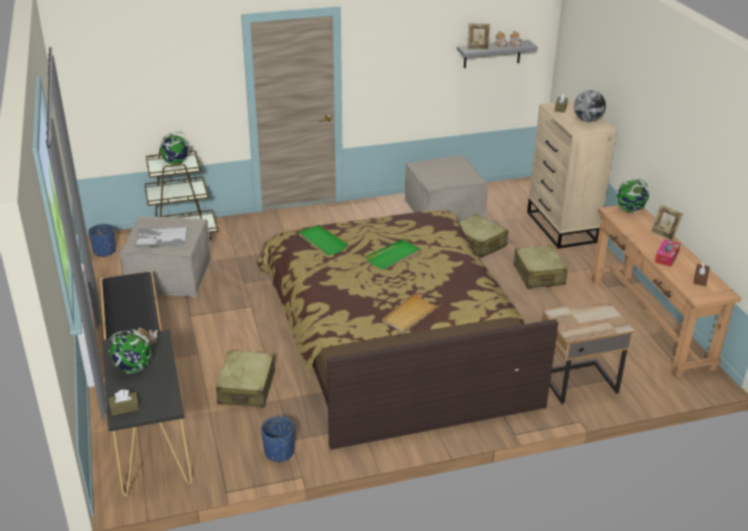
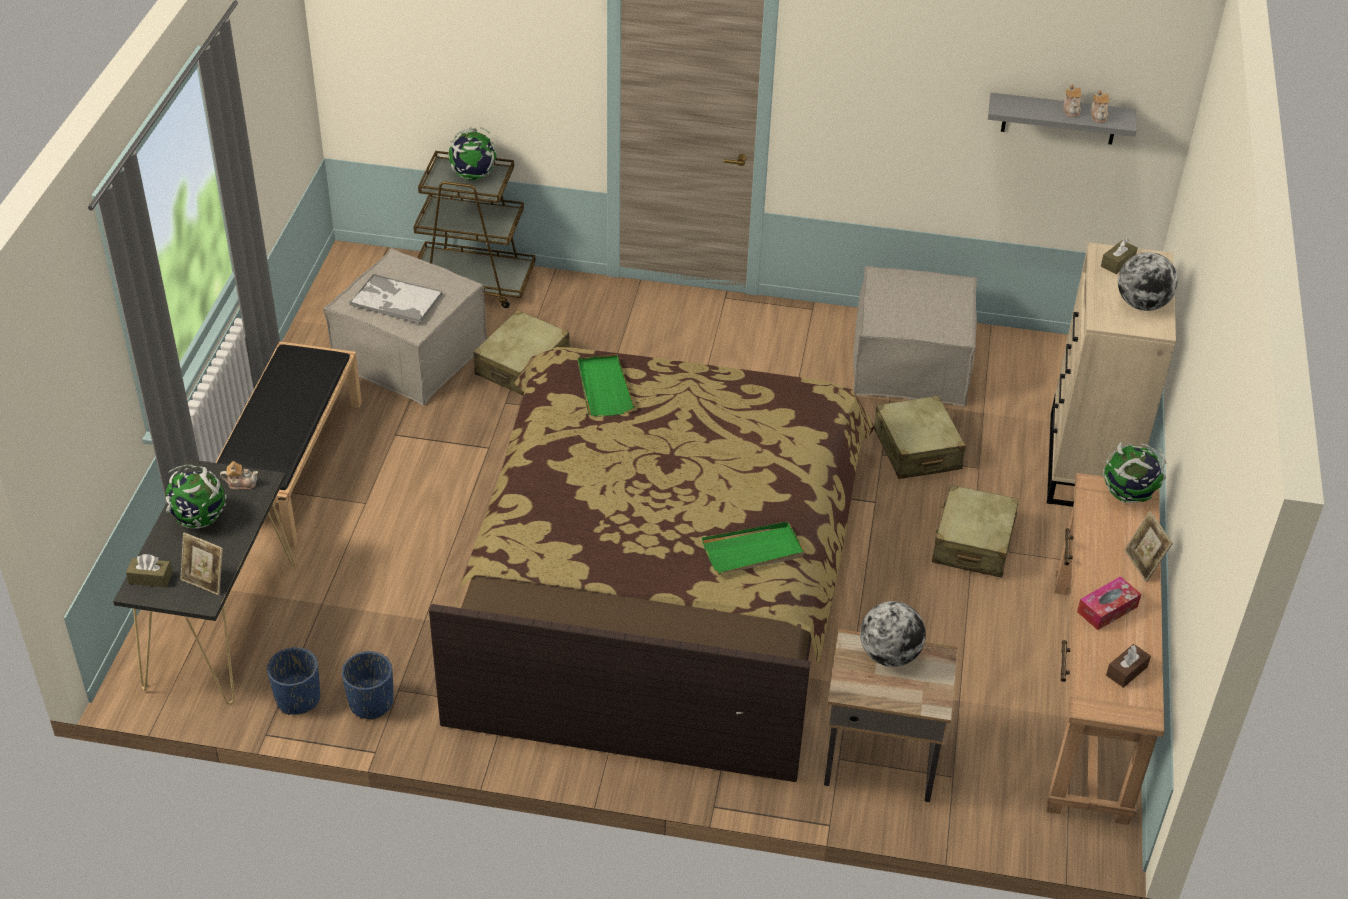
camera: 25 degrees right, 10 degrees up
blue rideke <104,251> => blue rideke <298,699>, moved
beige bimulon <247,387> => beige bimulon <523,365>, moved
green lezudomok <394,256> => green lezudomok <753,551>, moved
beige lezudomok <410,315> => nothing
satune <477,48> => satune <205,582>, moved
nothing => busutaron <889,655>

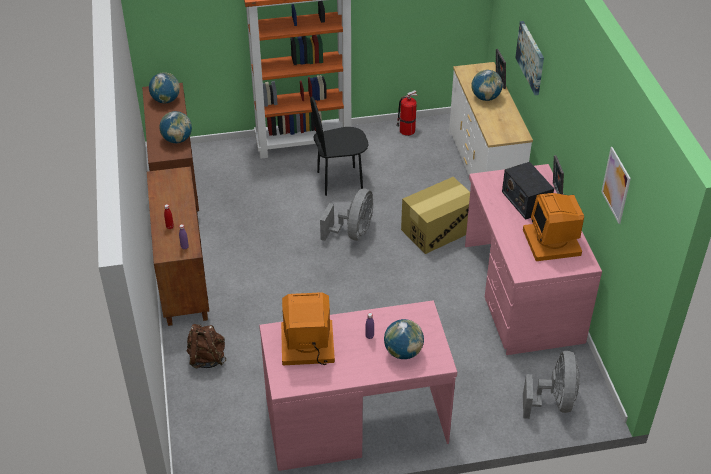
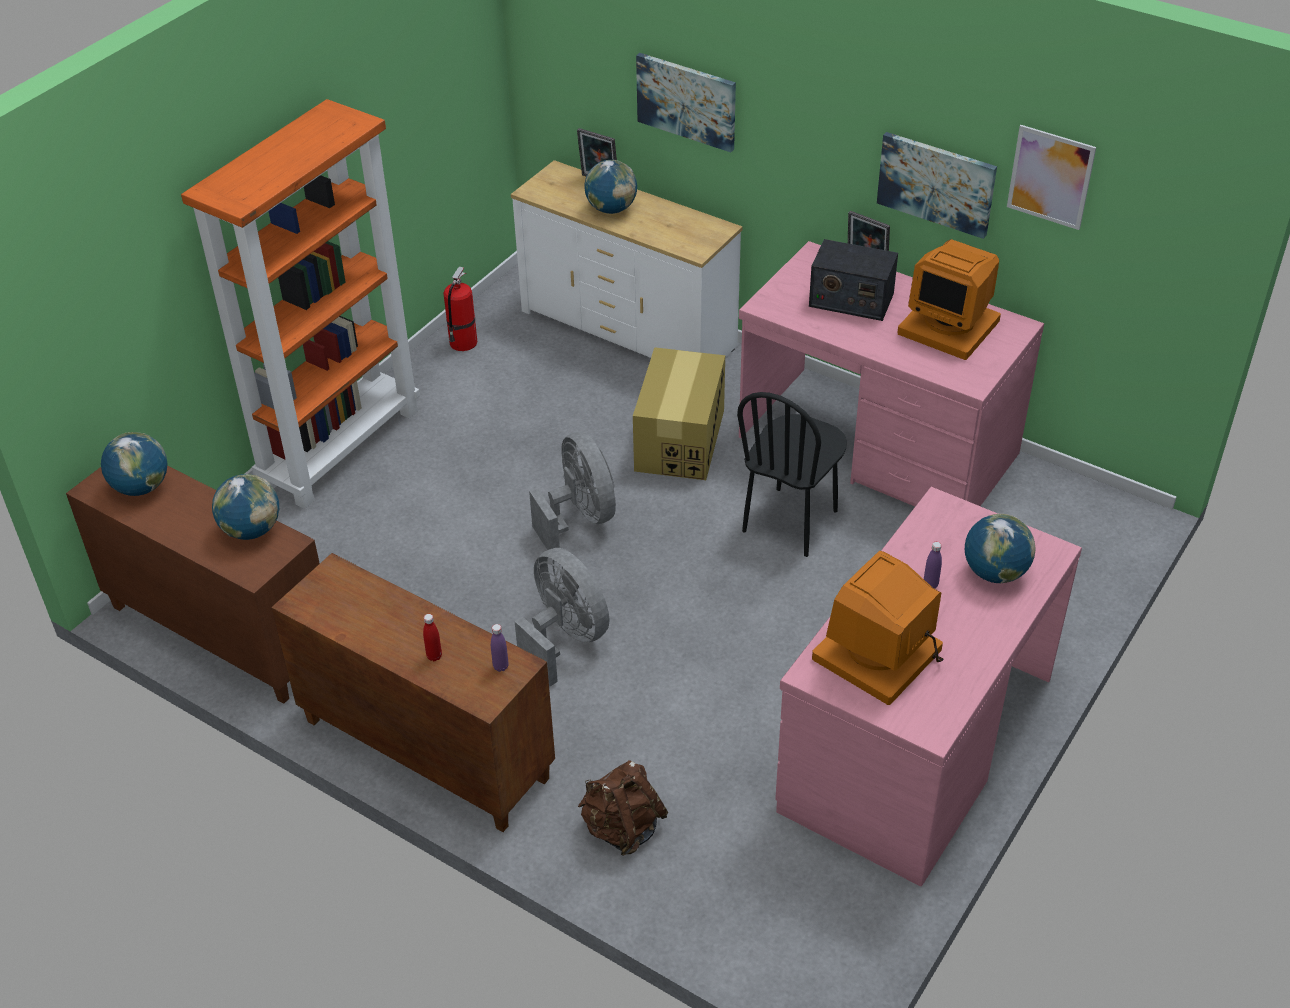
camera: 45 degrees left, 0 degrees up
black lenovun <339,180> => black lenovun <790,521>, moved
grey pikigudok <553,401> => grey pikigudok <565,638>, moved
nothing => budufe <936,183>

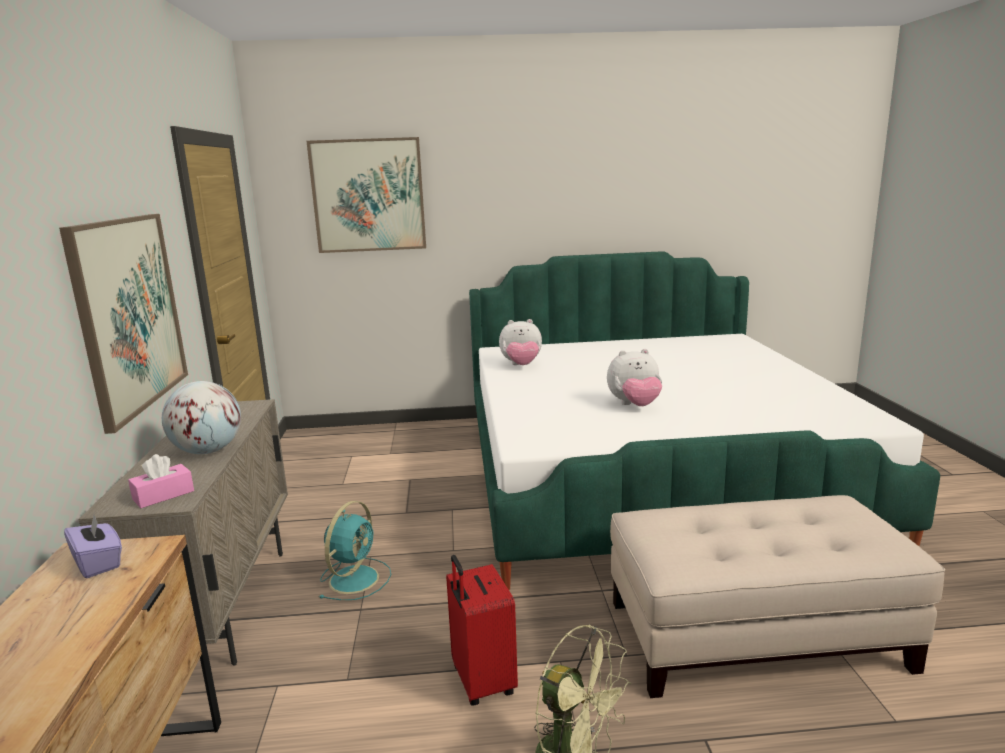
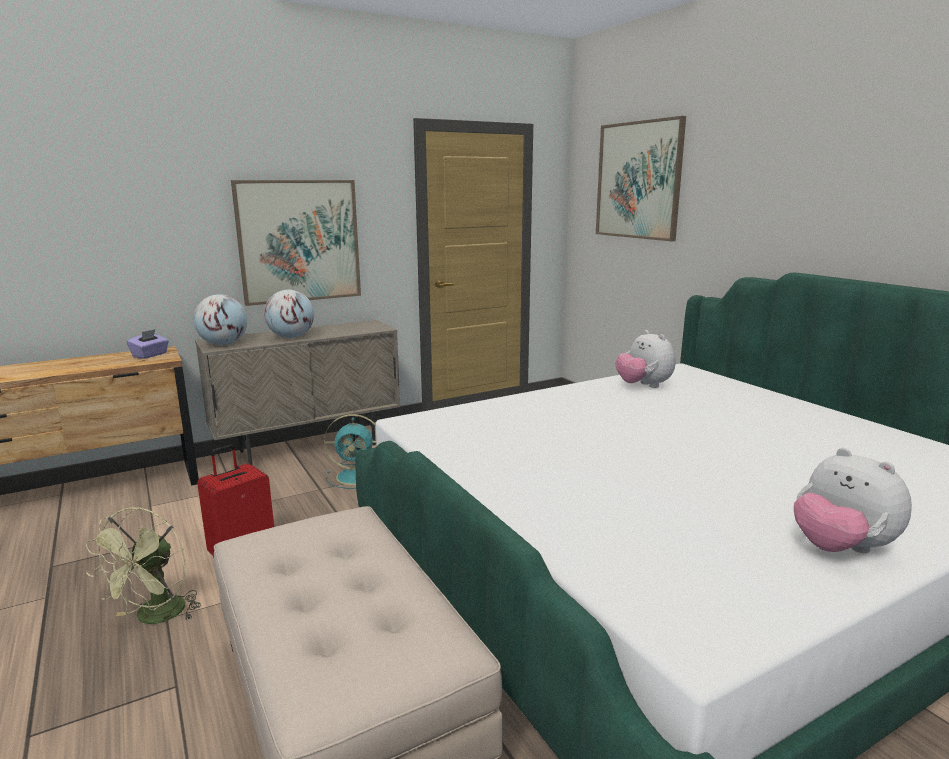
camera: 65 degrees right, 0 degrees up
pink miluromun <163,495> => busutaron <223,344>
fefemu <634,405> => fefemu <841,548>, moved

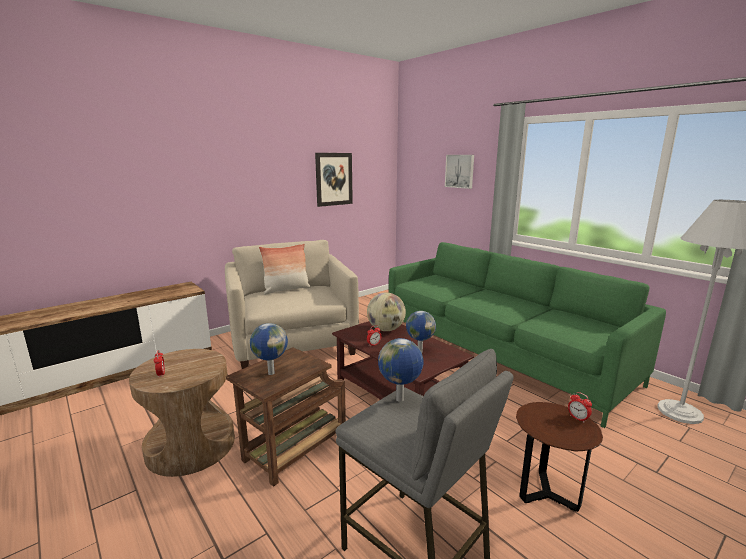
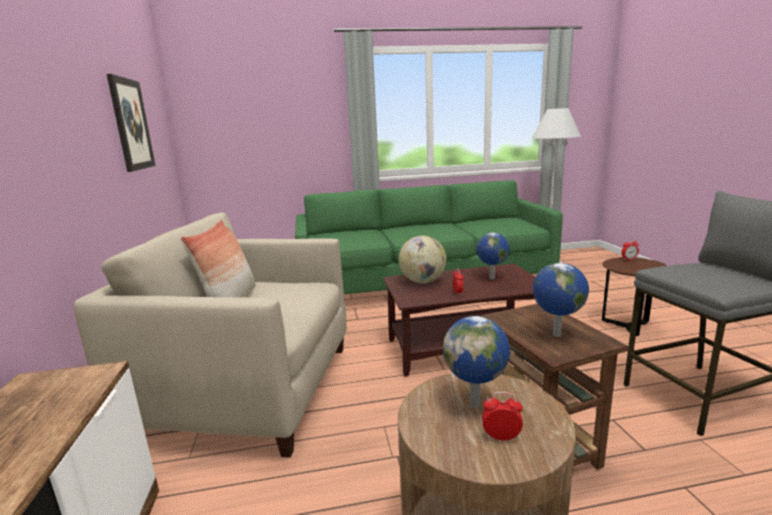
camera: 60 degrees left, 0 degrees up
busutaron <400,400> => busutaron <476,403>, moved
budufe <460,171> => nothing

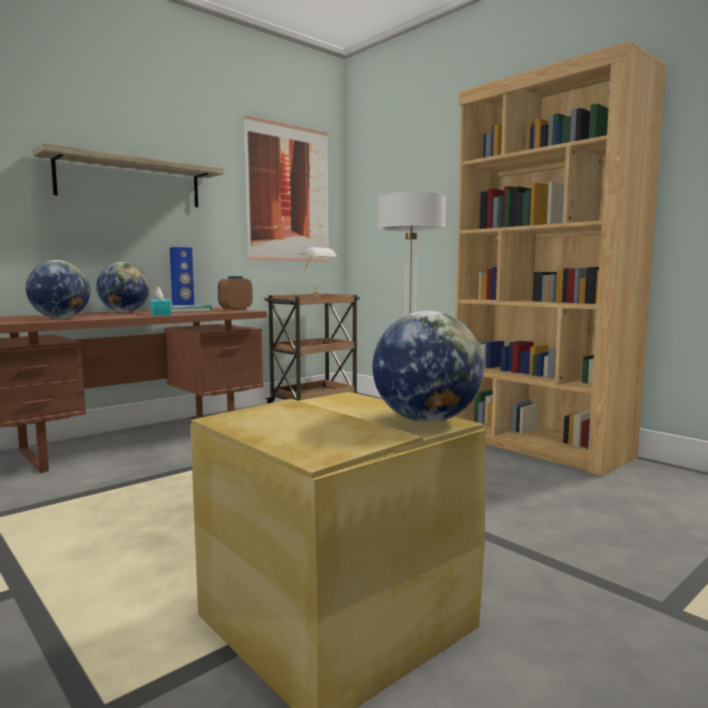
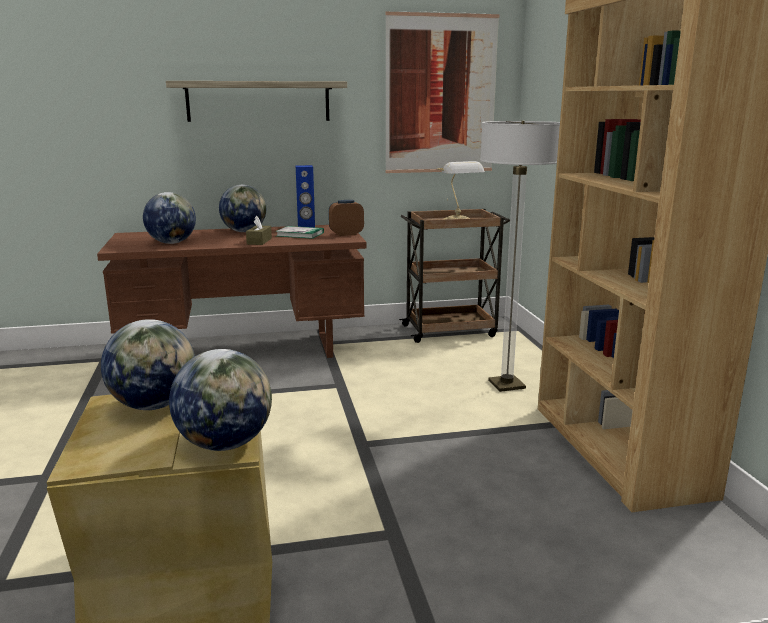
camera: 30 degrees right, 10 degrees up
turquoise miluromun <161,314> => brown miluromun <259,241>
nothing => busutaron <154,405>

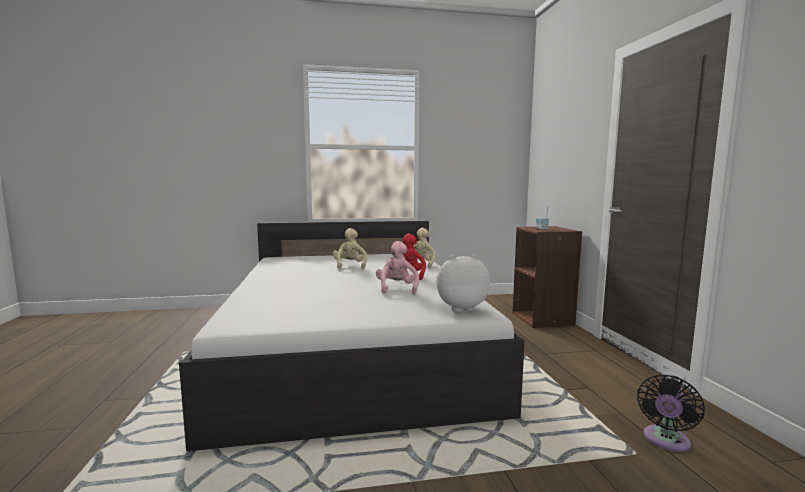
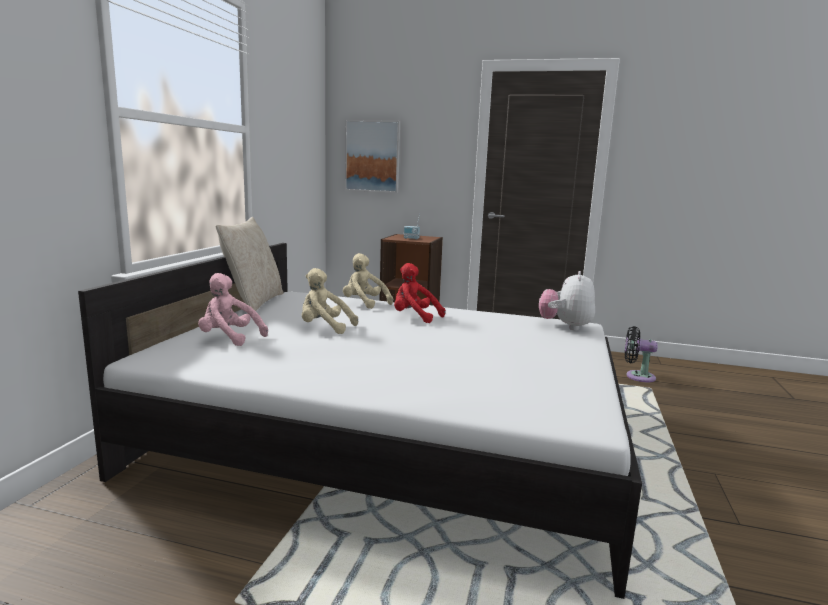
camera: 65 degrees left, 5 degrees up
pink fefemu <397,289> => pink fefemu <229,338>, moved
black pikigudok <665,441> => black pikigudok <637,376>, 135 degrees clockwise
nothing => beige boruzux <253,303>
nothing => budufe <372,156>

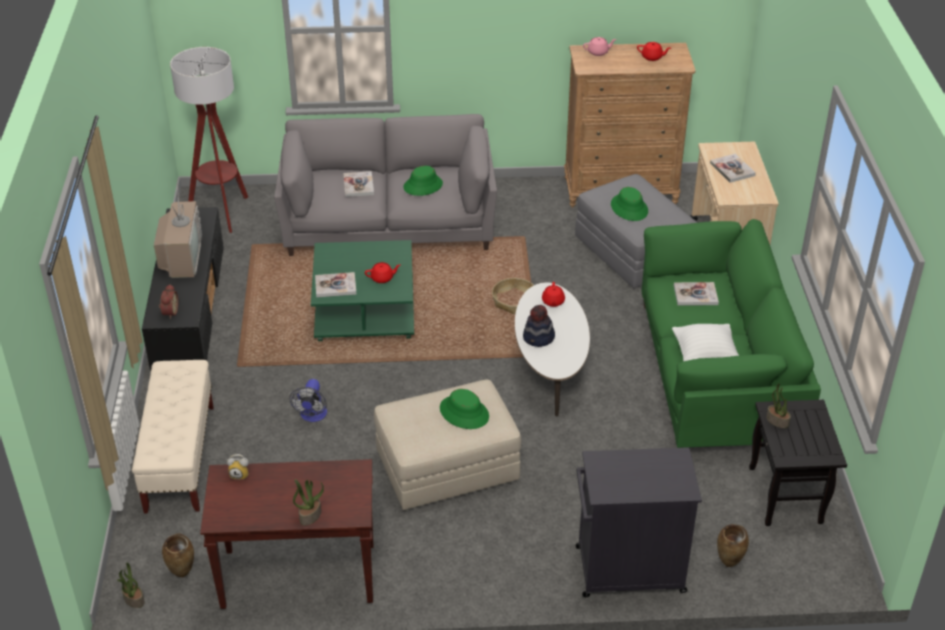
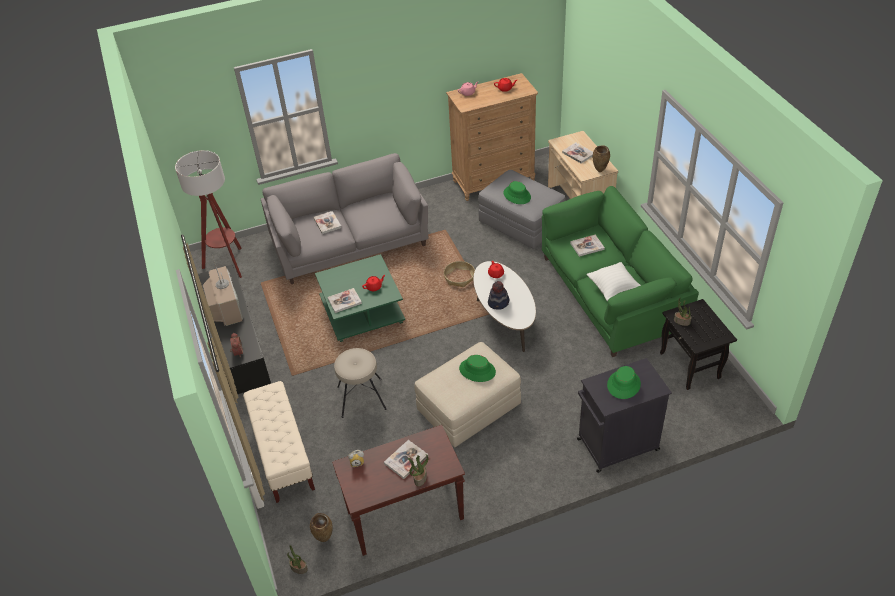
camera: 15 degrees left, 5 degrees up
pikigudok <312,416> => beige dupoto <361,397>
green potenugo <423,185> => green potenugo <623,384>, moved
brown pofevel <729,564> => brown pofevel <600,171>, moved
nothing => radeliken <406,460>

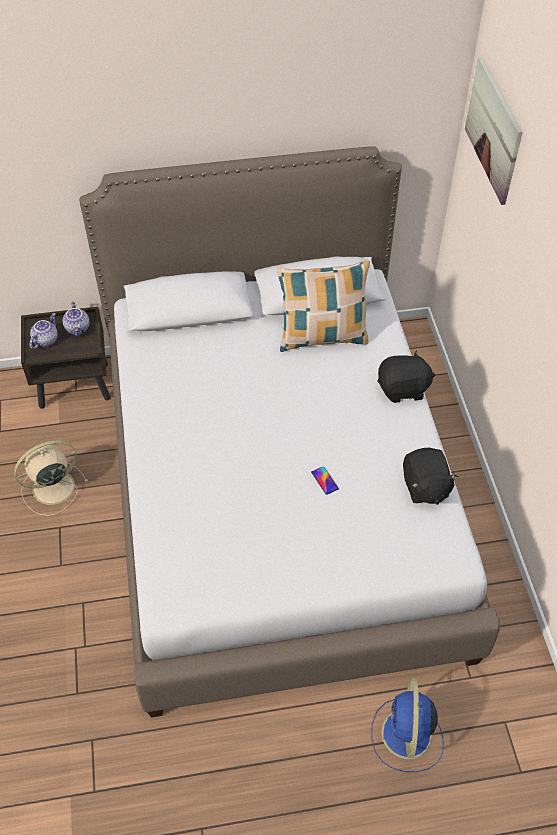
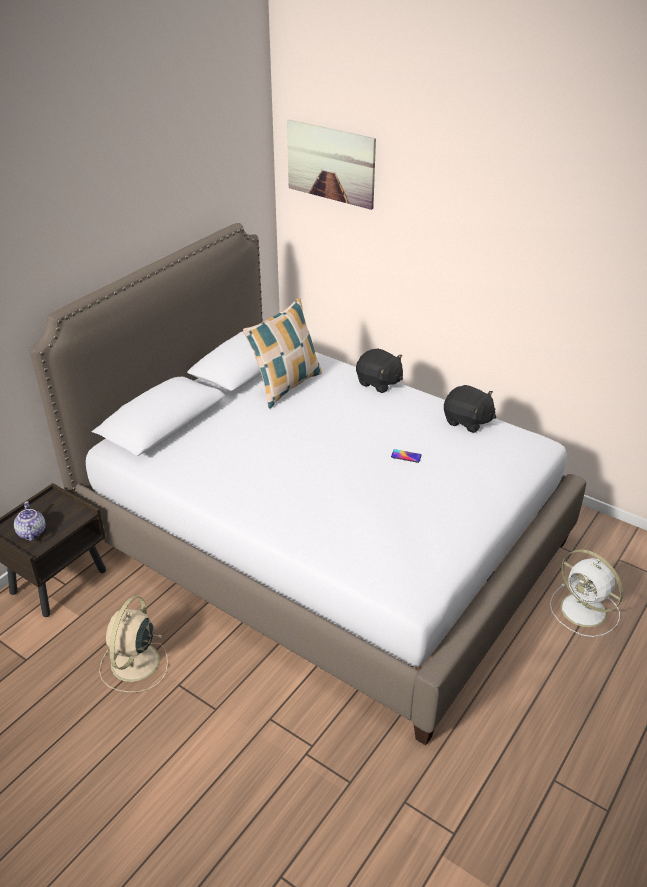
camera: 45 degrees left, 15 degrees down
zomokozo <78,328> => nothing
blue pikigudok <406,736> => white pikigudok <585,611>
black fefemu <403,389> => black fefemu <379,383>, 90 degrees clockwise

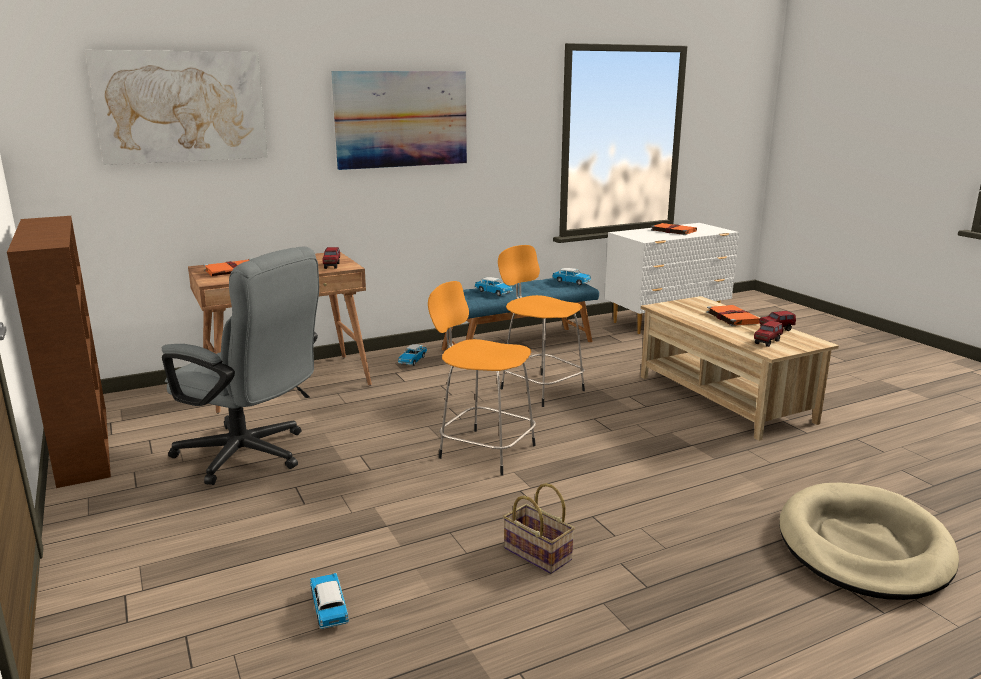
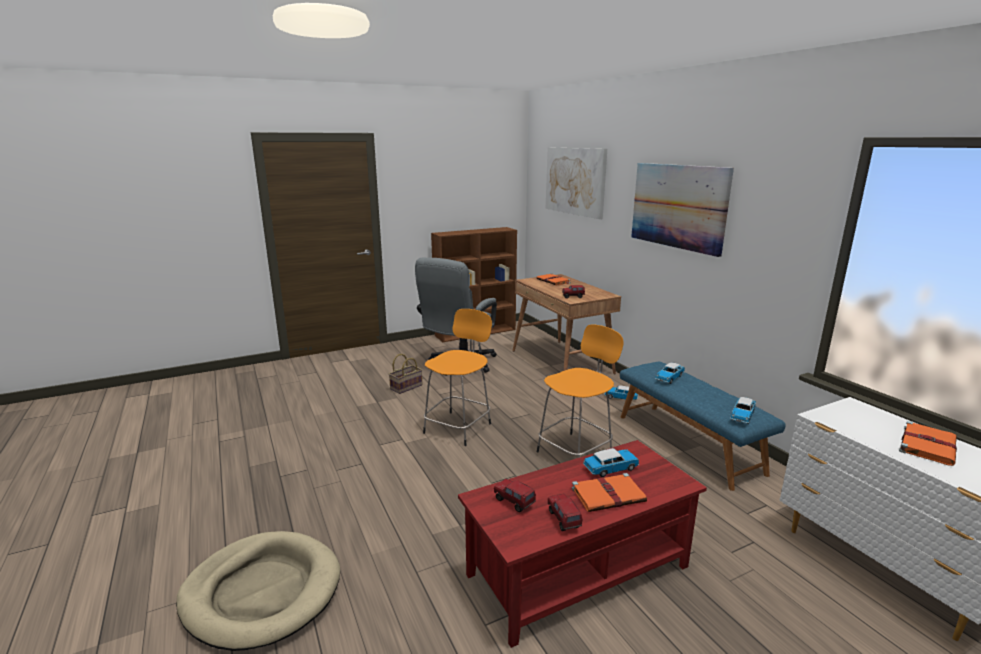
camera: 90 degrees right, 0 degrees up
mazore <329,608> => mazore <611,468>, moved
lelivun <535,554> => lelivun <406,386>, moved
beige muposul <724,399> => red muposul <578,571>

